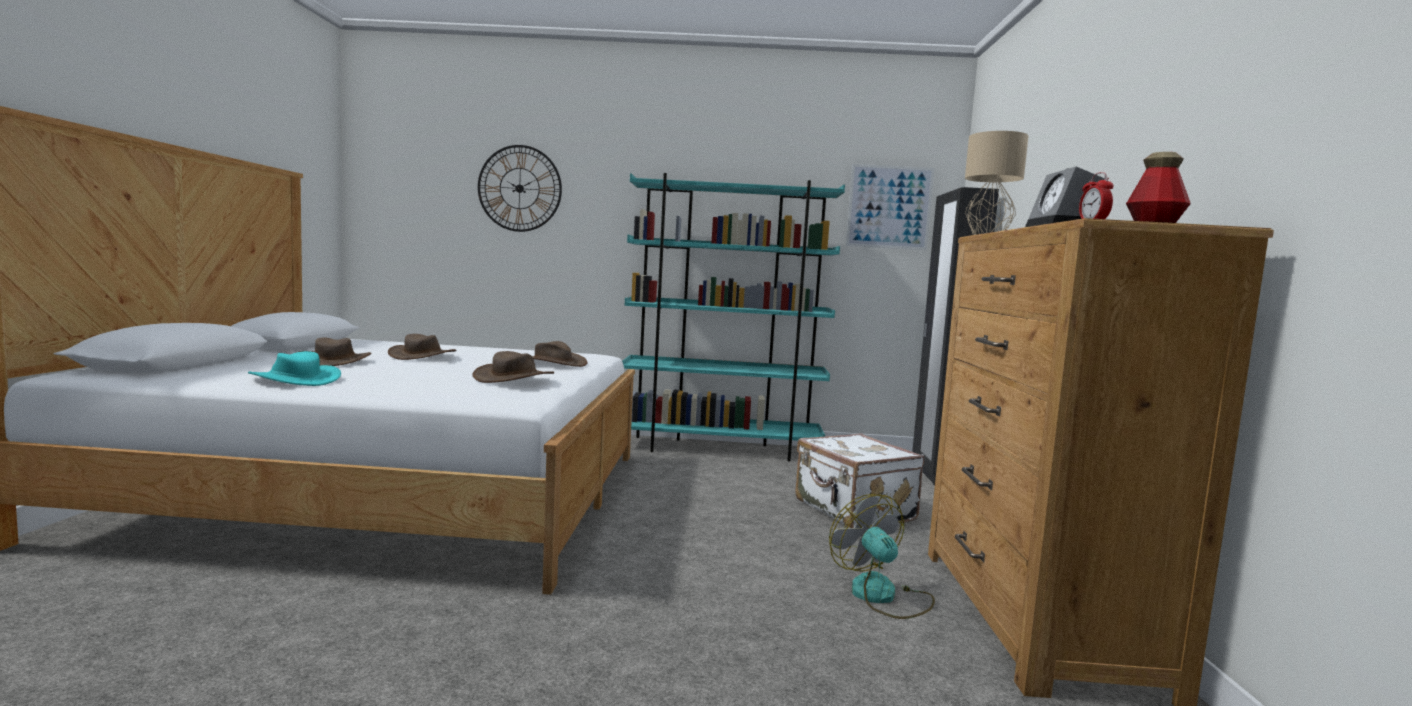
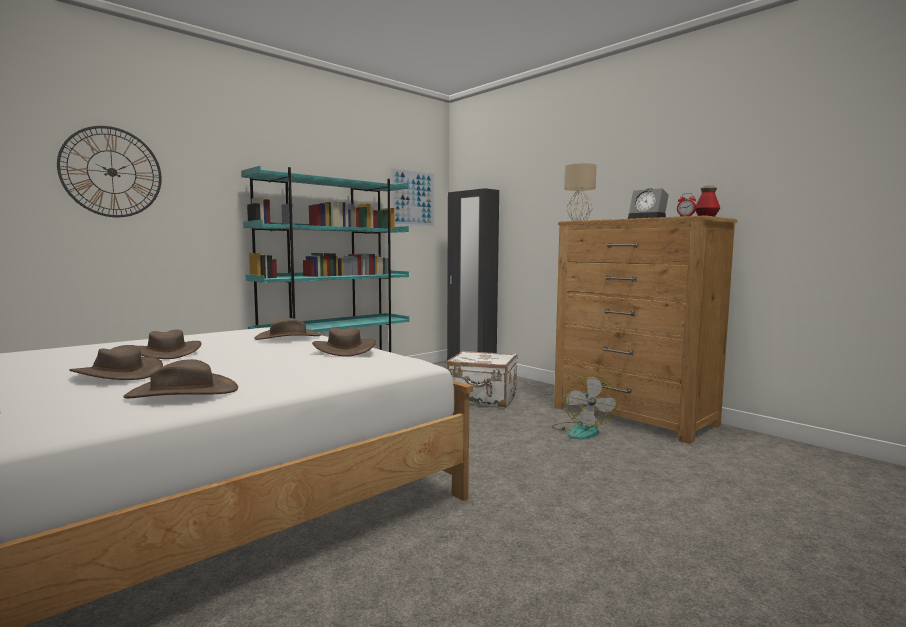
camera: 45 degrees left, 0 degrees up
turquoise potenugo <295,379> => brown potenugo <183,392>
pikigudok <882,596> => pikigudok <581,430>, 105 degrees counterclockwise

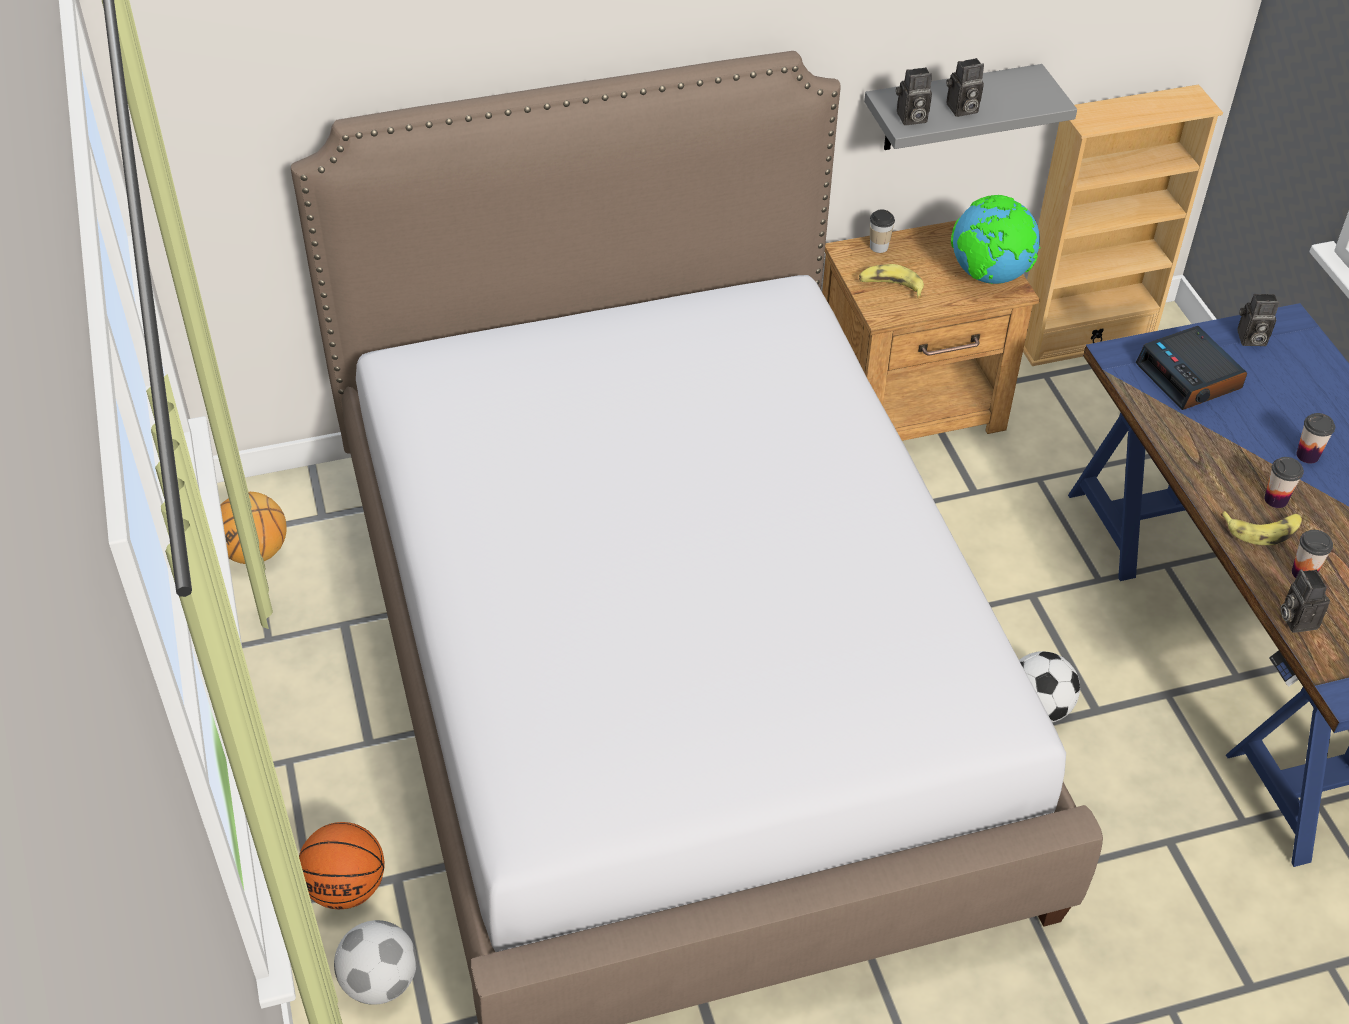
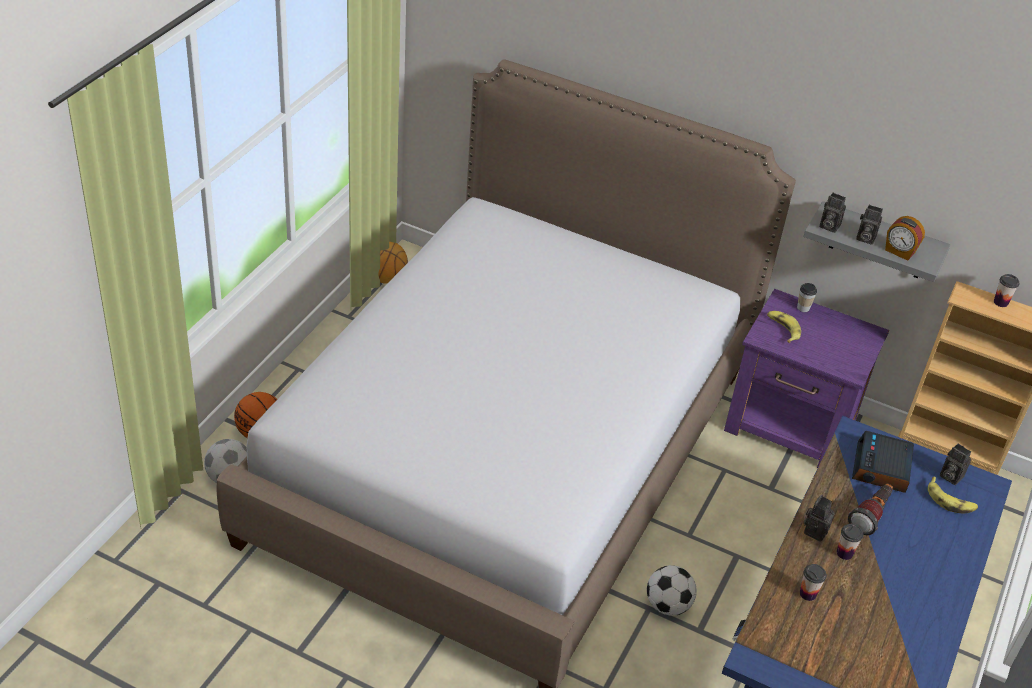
camera: 40 degrees right, 5 degrees down
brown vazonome <912,404> => purple vazonome <792,426>
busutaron <989,276> => nothing
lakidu <1262,530> => lakidu <950,501>, moved
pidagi <1296,618> => pidagi <815,530>, moved
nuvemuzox <1307,455> => nuvemuzox <1000,302>, moved
nothing => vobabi <871,515>
nothing => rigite <899,252>

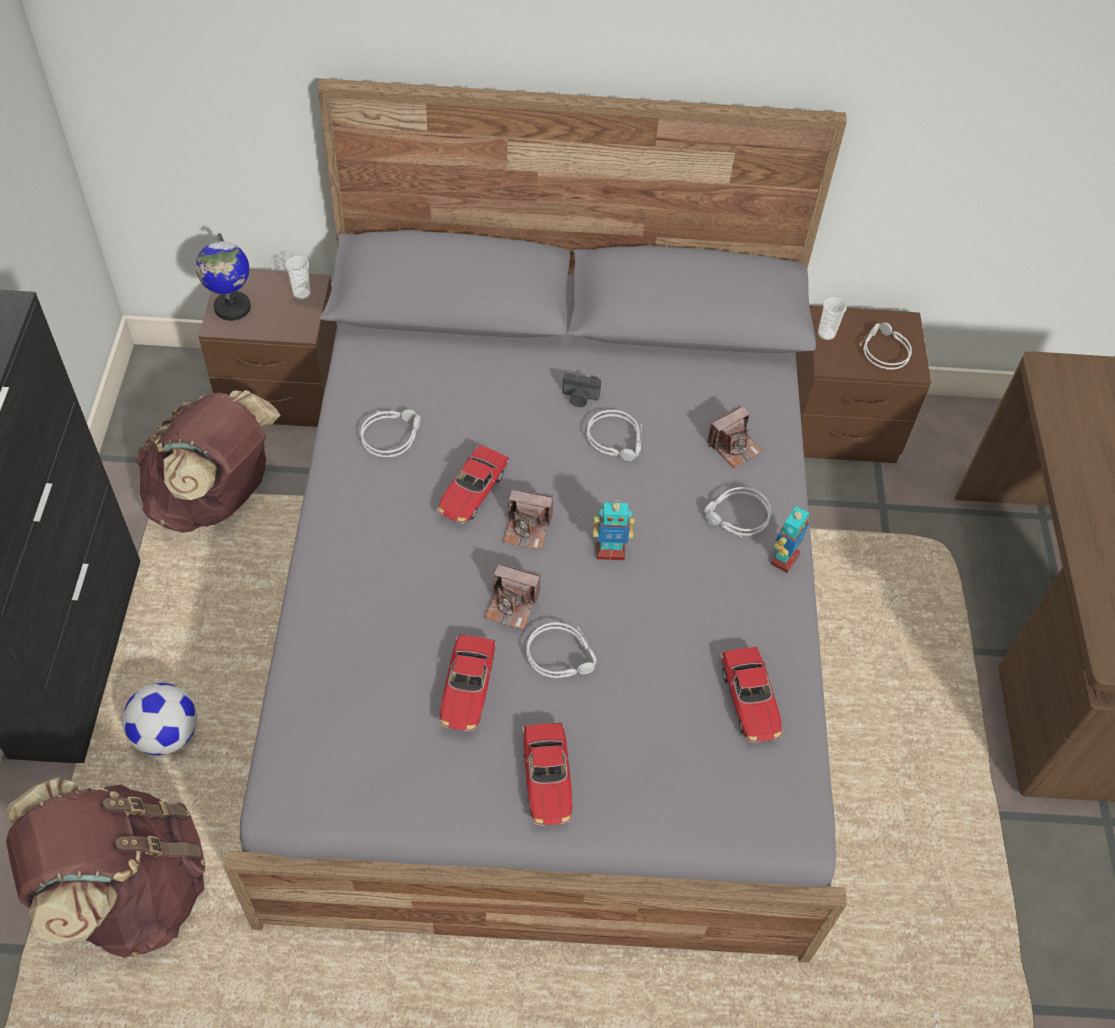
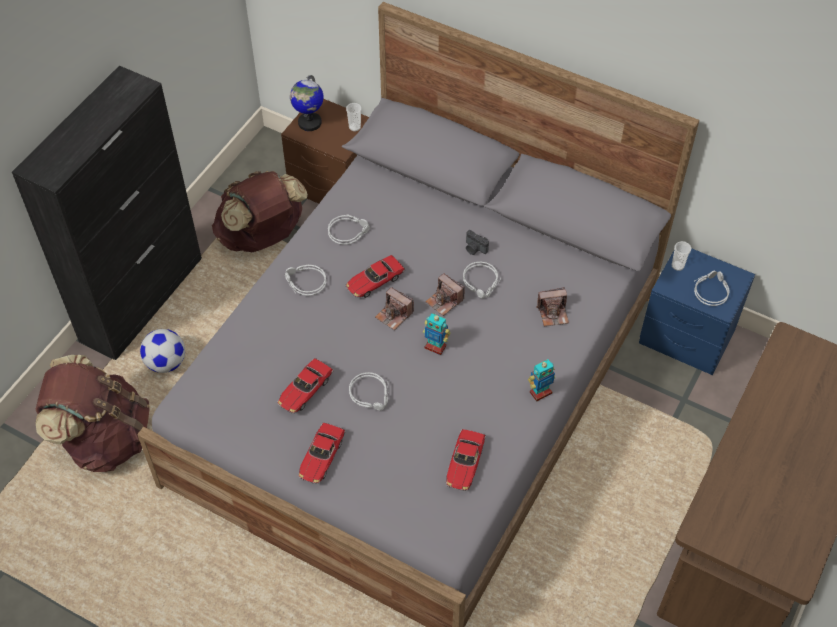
camera: 30 degrees right, 0 degrees up
pidagi <512,605> => pidagi <444,301>, moved
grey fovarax <736,517> => grey fovarax <304,283>, moved
brown vazonome <839,428> => blue vazonome <686,337>

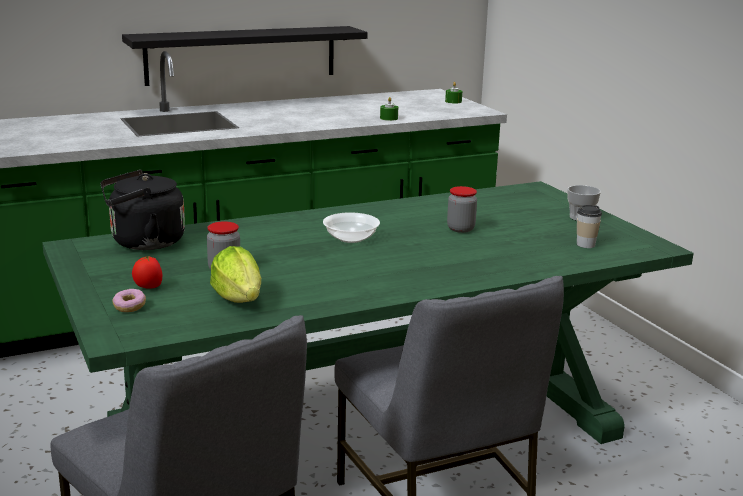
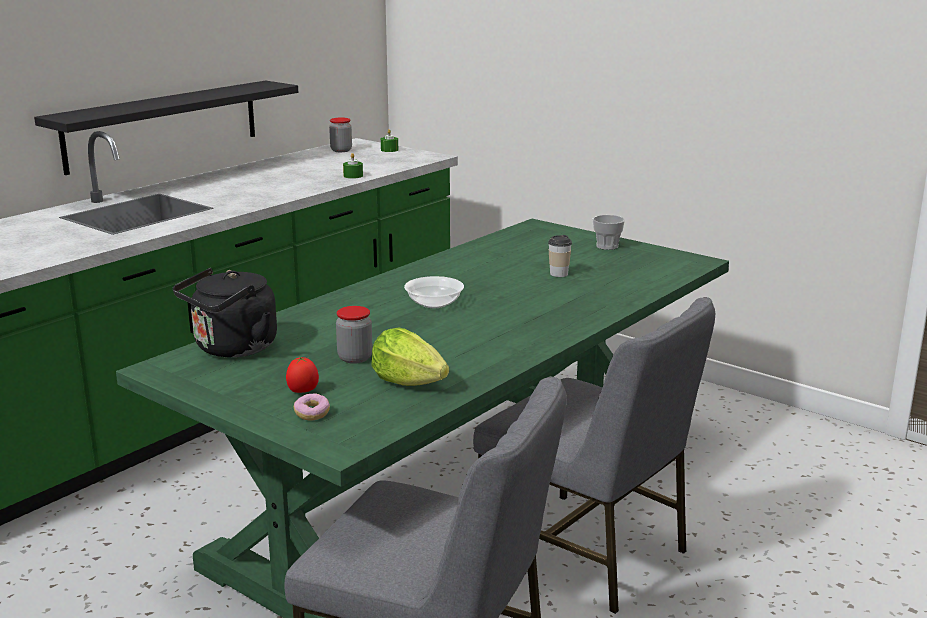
camera: 25 degrees left, 0 degrees up
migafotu <460,229> => migafotu <341,150>, moved
nuvemuzox <585,244> => nuvemuzox <559,274>, moved

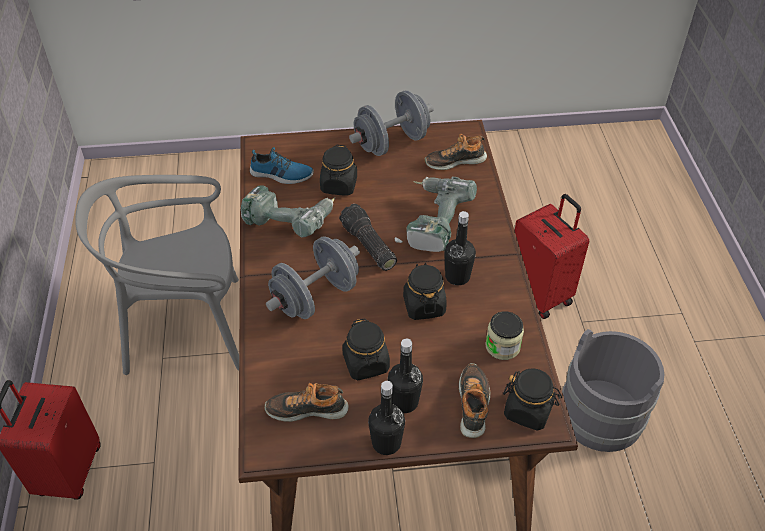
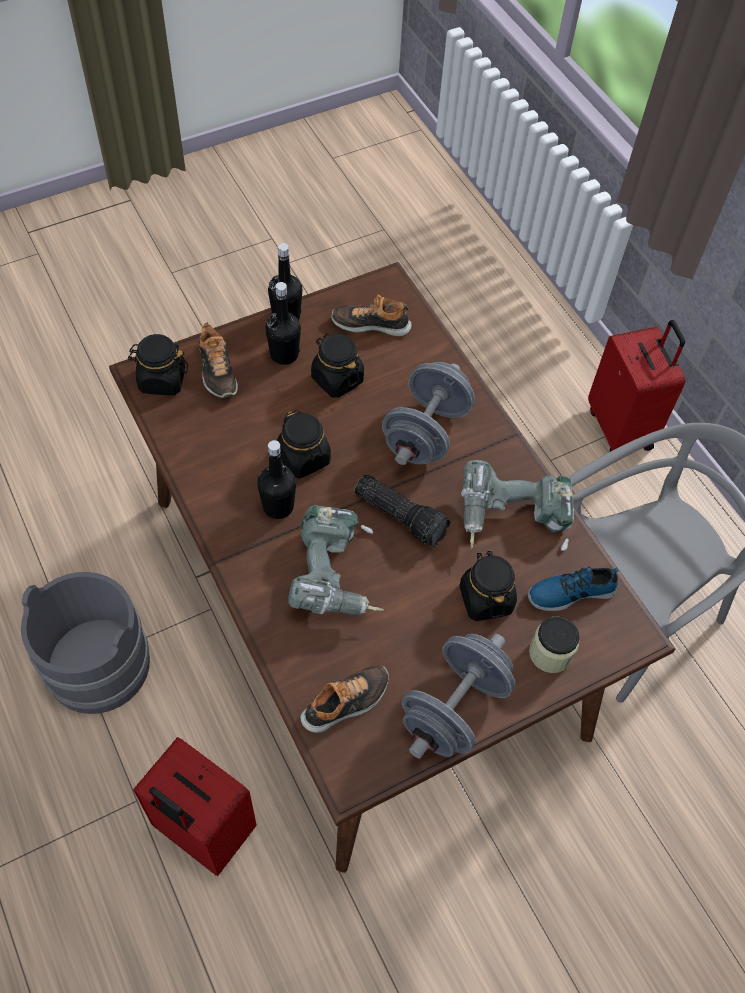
camera: 155 degrees right, 10 degrees up
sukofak <307,409> => sukofak <371,324>, 150 degrees counterclockwise
migafotu <502,346> => migafotu <550,653>, moved

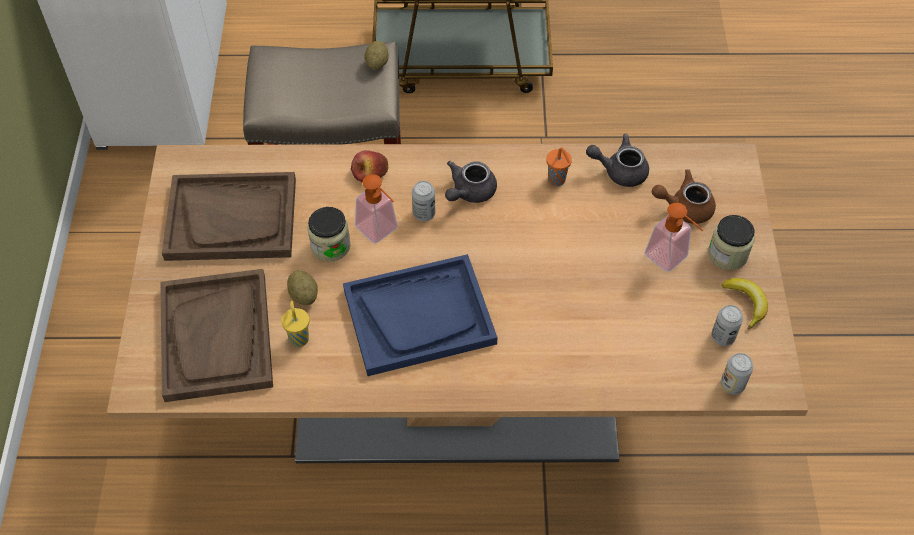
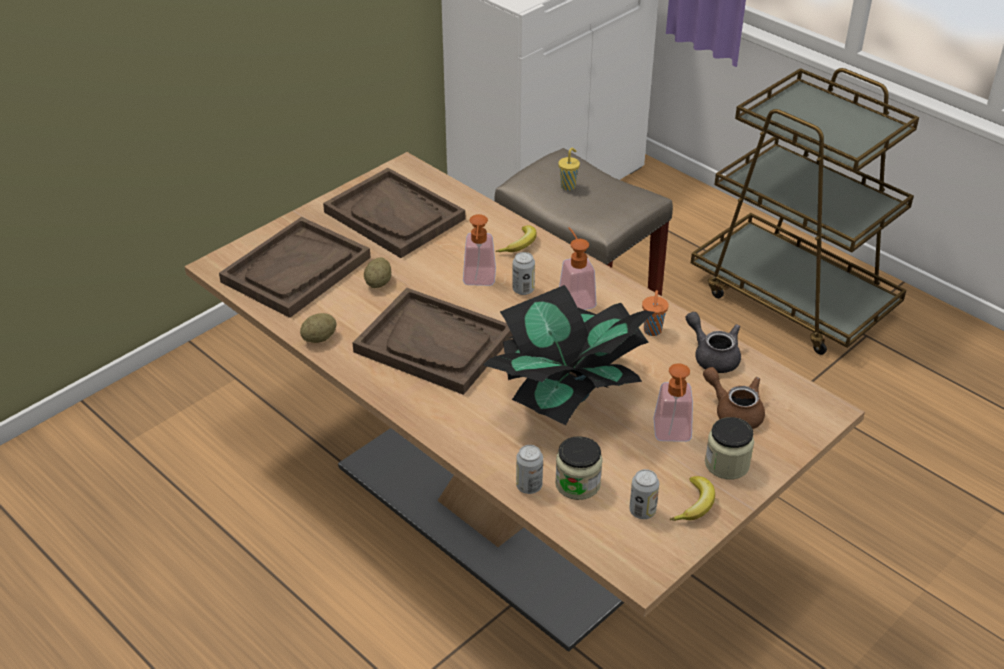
camera: 45 degrees right, 15 degrees down
yellow nuvemuzox <299,337> => yellow nuvemuzox <568,186>, moved
migafotu <330,246> => migafotu <577,484>, moved
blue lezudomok <419,316> => brown lezudomok <434,343>
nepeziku <370,172> => lakidu <520,244>
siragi <377,63> => siragi <319,338>, moved
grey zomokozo <469,192> => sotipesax <574,297>
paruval <732,385> => paruval <529,486>, moved
nothing => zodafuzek <567,396>

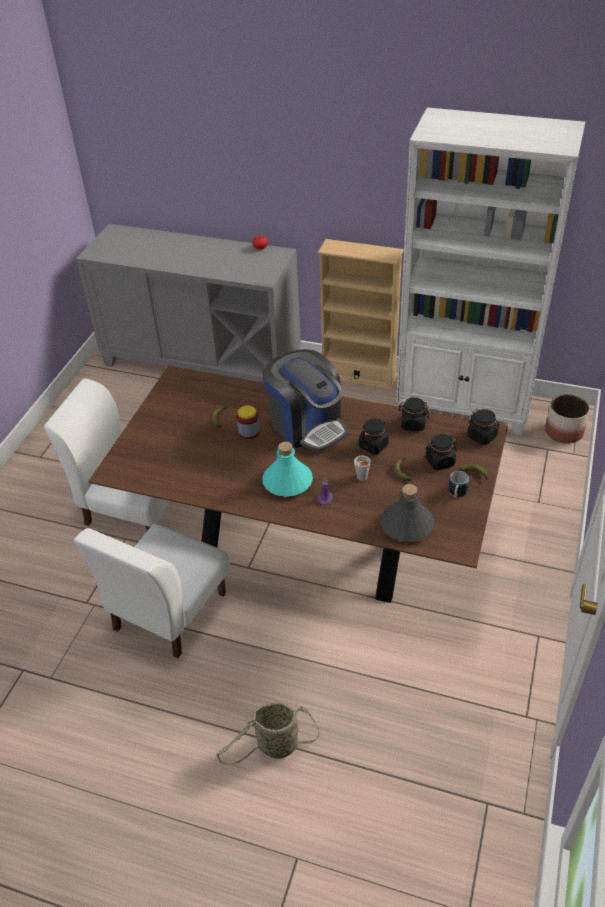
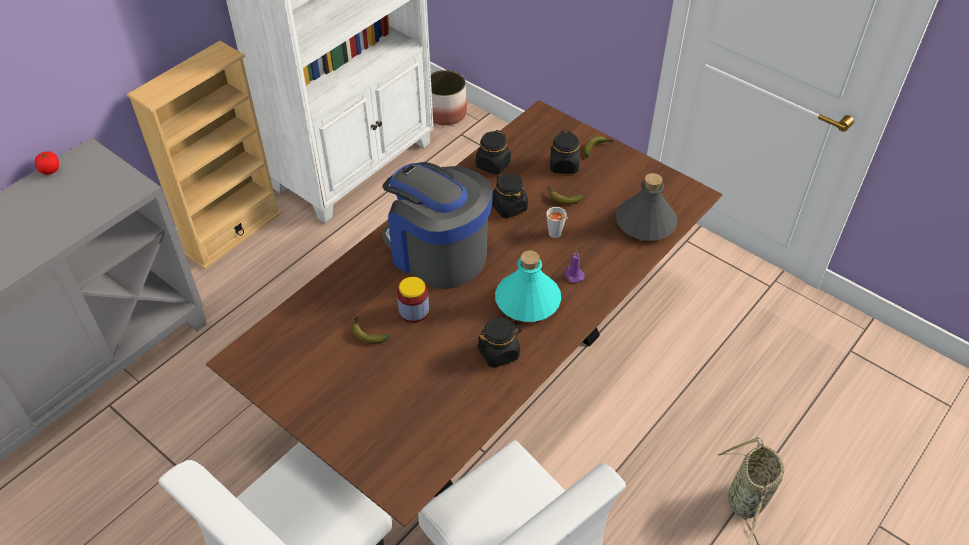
camera: 70 degrees left, 5 degrees up
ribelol <307,425> => ribelol <437,252>, 120 degrees counterclockwise
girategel <456,494> => nothing
black migafotu <482,436> => black migafotu <499,352>, moved

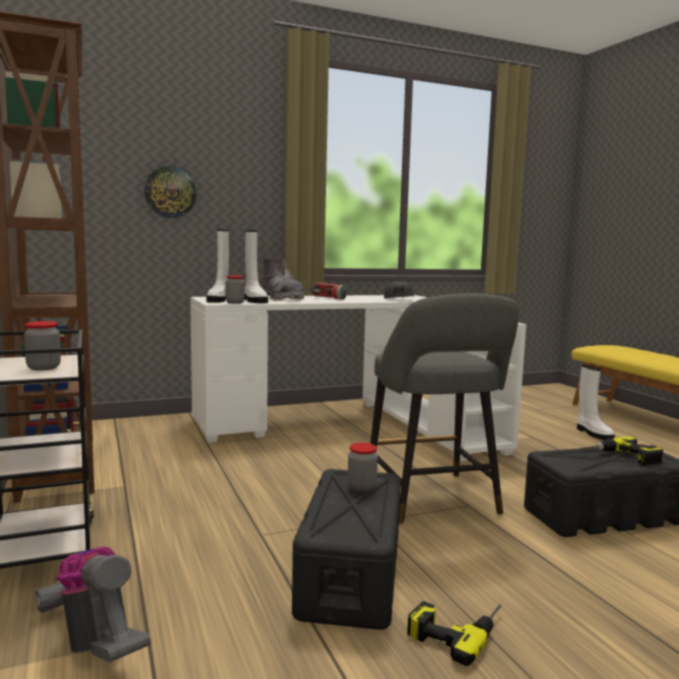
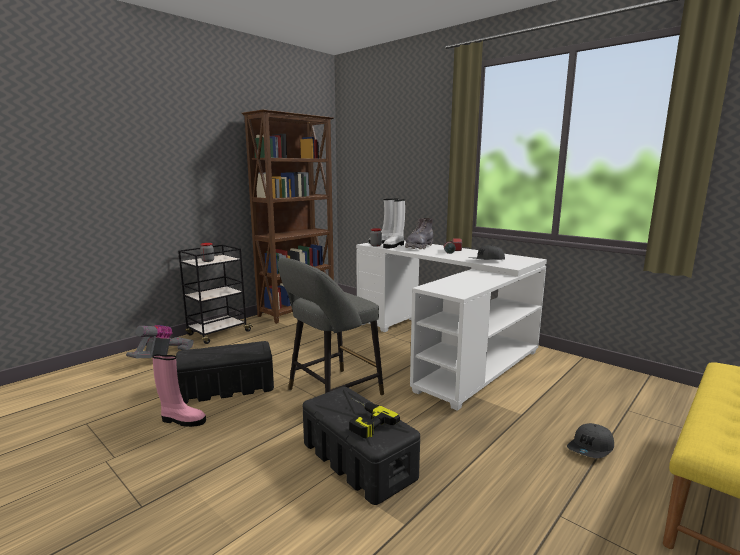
camera: 65 degrees right, 5 degrees up
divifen <170,192> => nothing
migafotu <362,487> => nothing
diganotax <456,629> => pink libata <182,420>
white libata <593,433> => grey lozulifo <591,448>

